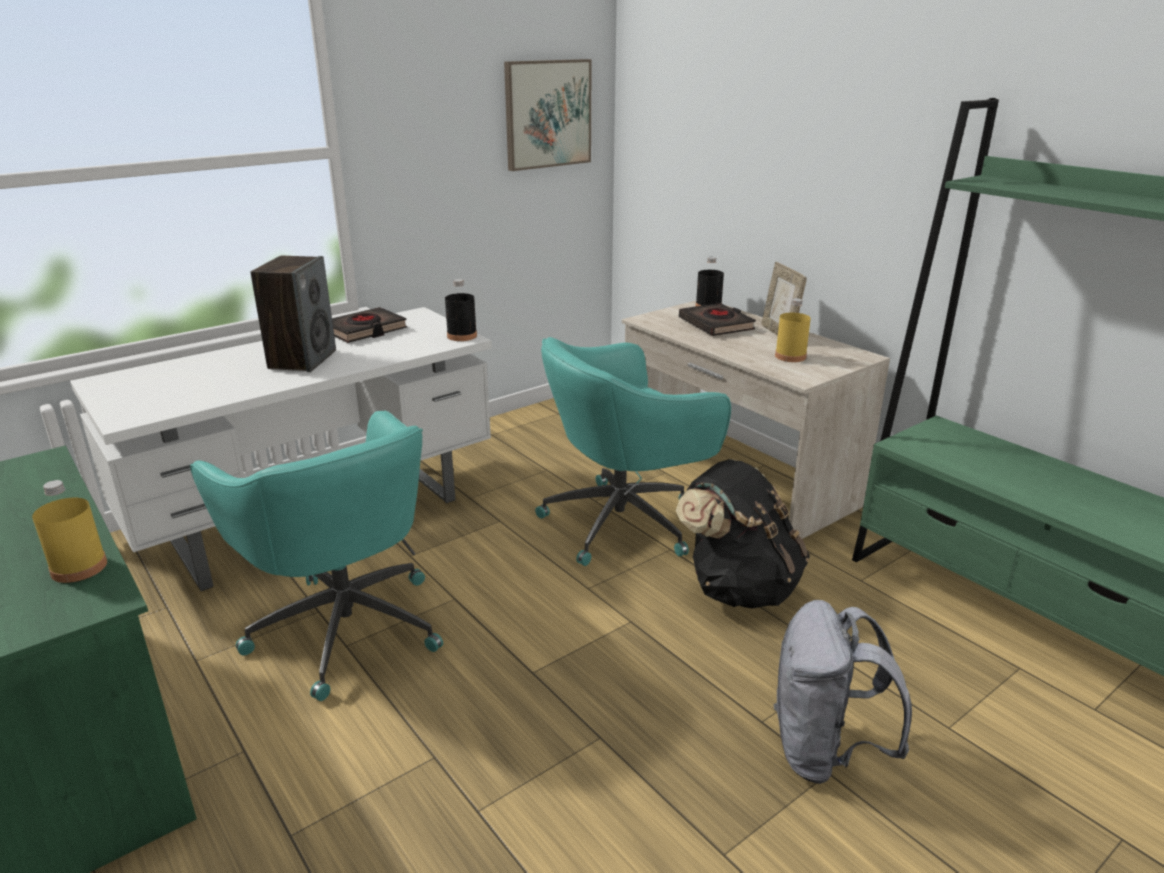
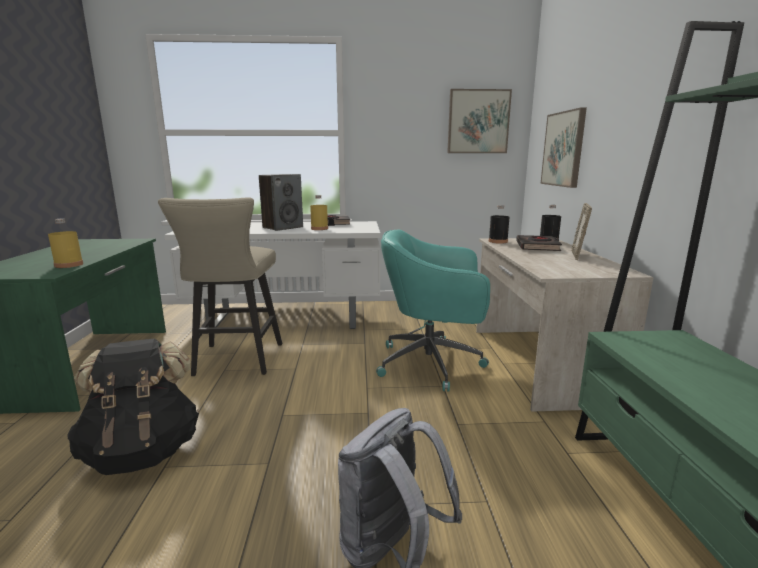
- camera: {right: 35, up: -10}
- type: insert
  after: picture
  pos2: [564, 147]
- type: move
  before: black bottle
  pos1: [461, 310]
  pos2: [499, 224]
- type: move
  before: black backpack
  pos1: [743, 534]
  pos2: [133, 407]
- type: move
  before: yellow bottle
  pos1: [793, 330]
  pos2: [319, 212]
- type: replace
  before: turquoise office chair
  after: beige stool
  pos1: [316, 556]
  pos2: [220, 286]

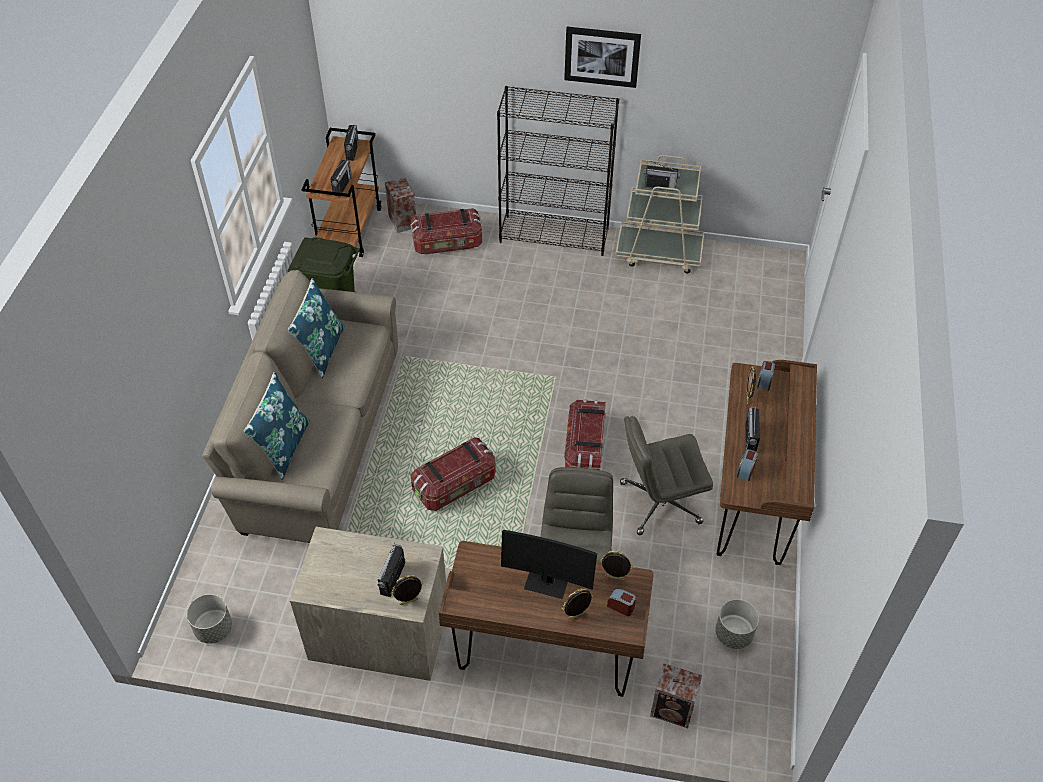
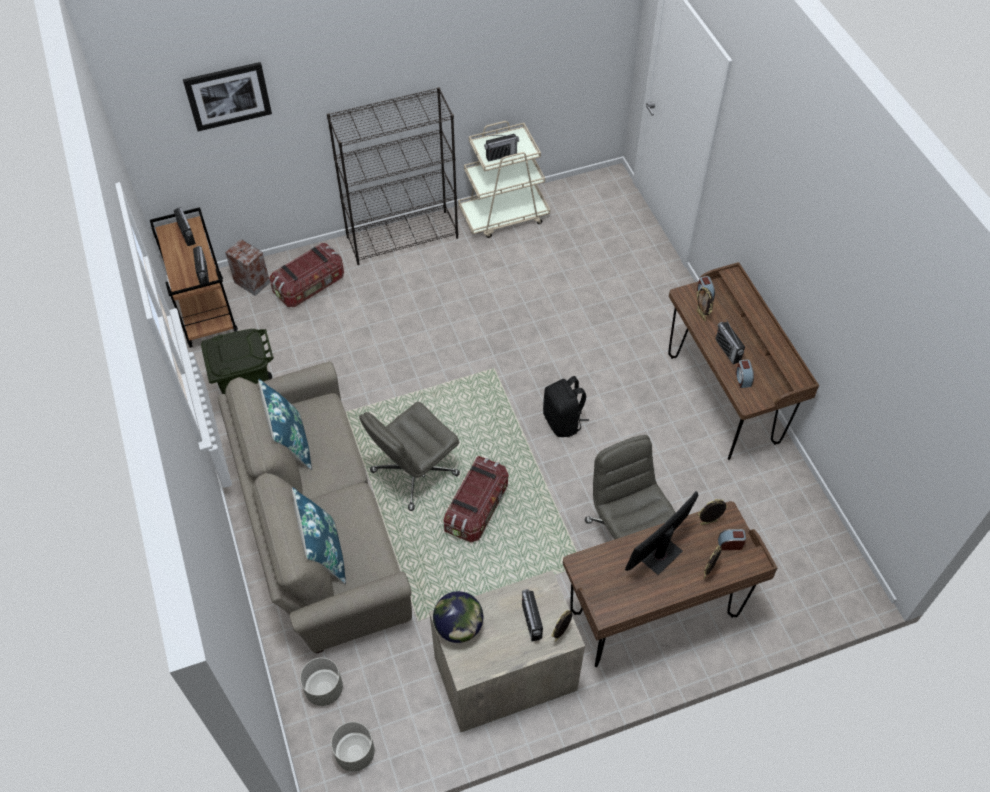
- camera: {right: -30, up: 5}
- type: delete
  before: speaker
  pos1: [676, 695]
- type: insert
  after: globe
  pos2: [458, 617]
- type: move
  before: picture
  pos1: [602, 57]
  pos2: [227, 96]
- type: move
  before: grey office chair
  pos1: [666, 475]
  pos2: [409, 456]
- type: move
  before: grey planter
  pos1: [737, 624]
  pos2: [321, 682]
- type: replace
  before: storage box
  after: black backpack
  pos1: [585, 434]
  pos2: [566, 406]
- type: rotate
  before: monitor
  pos1: [549, 564]
  pos2: [662, 533]
  turn: 150

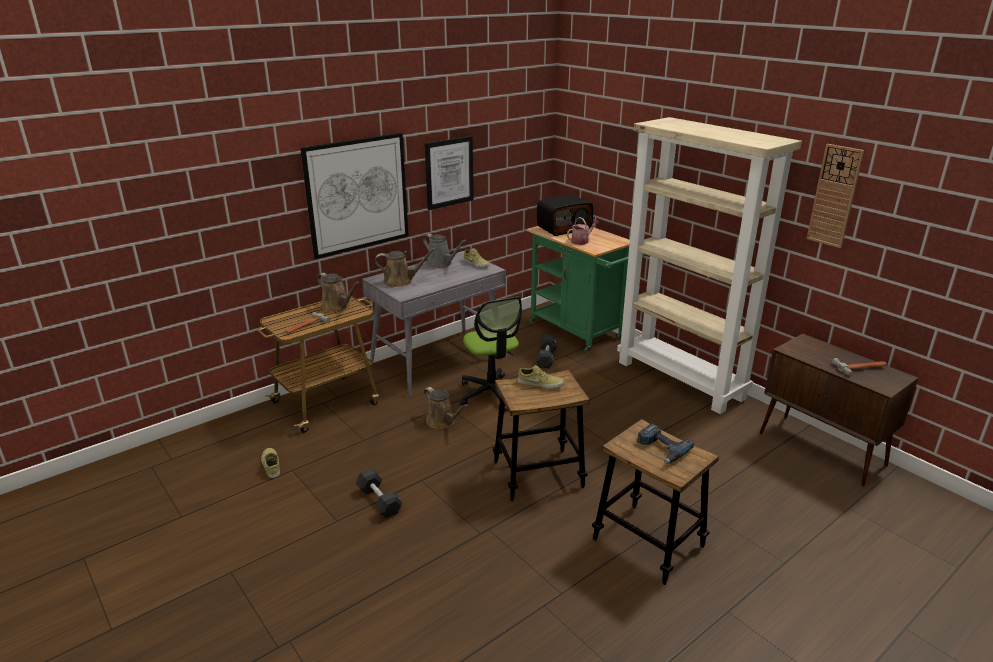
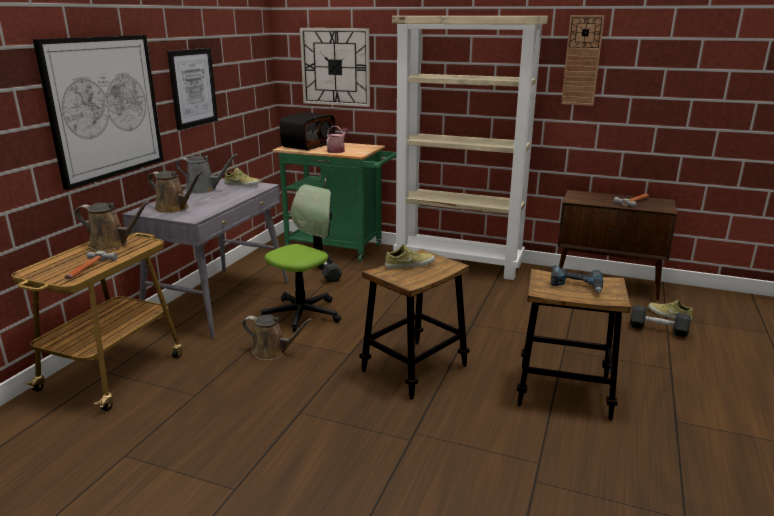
- camera: {right: -30, up: -5}
- type: insert
  after: wall clock
  pos2: [335, 67]
- type: move
  before: beige shoe
  pos1: [270, 463]
  pos2: [670, 310]
- type: move
  before: black dumbbell
  pos1: [379, 493]
  pos2: [660, 321]
- type: rotate
  before: brown watering can
  pos1: [405, 267]
  pos2: [175, 192]
  turn: 60
- type: rotate
  before: office chair
  pos1: [491, 354]
  pos2: [301, 258]
  turn: -90

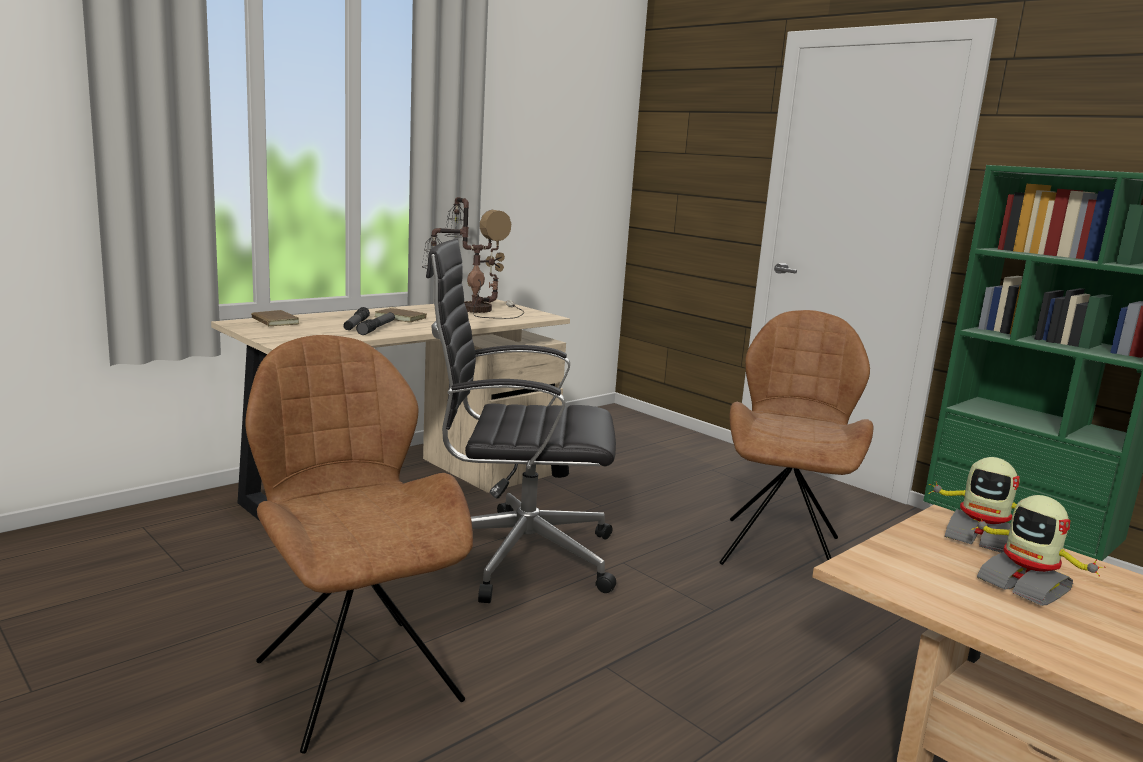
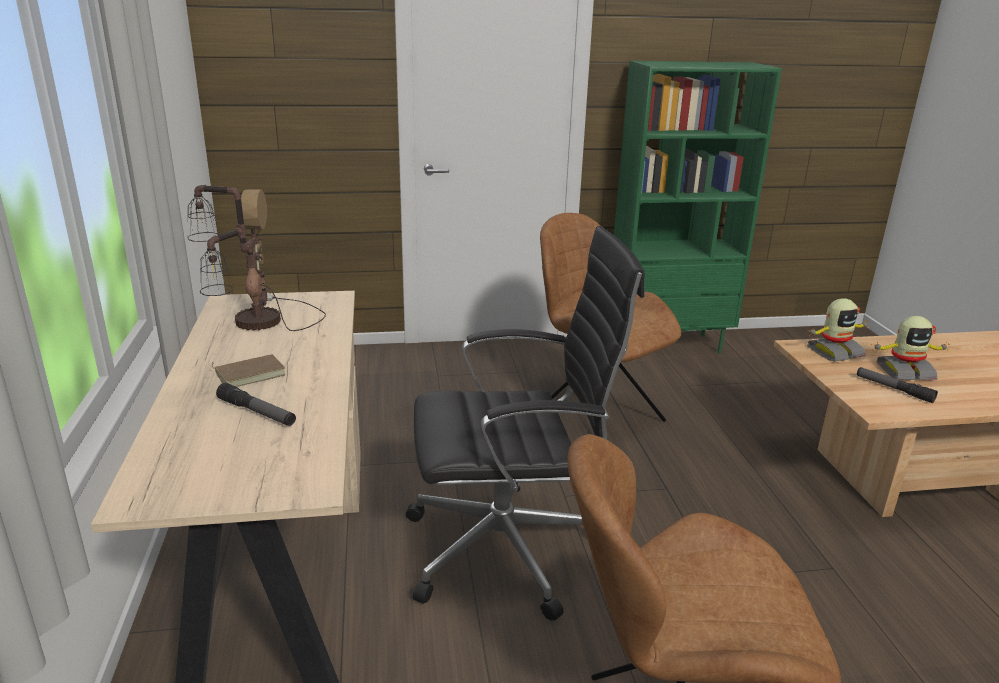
- camera: {right: -55, up: 10}
- type: delete
  before: brown book
  pos1: [275, 318]
- type: move
  before: flashlight
  pos1: [375, 323]
  pos2: [897, 385]
- type: rotate
  before: black office chair
  pos1: [521, 421]
  pos2: [525, 423]
  turn: -135

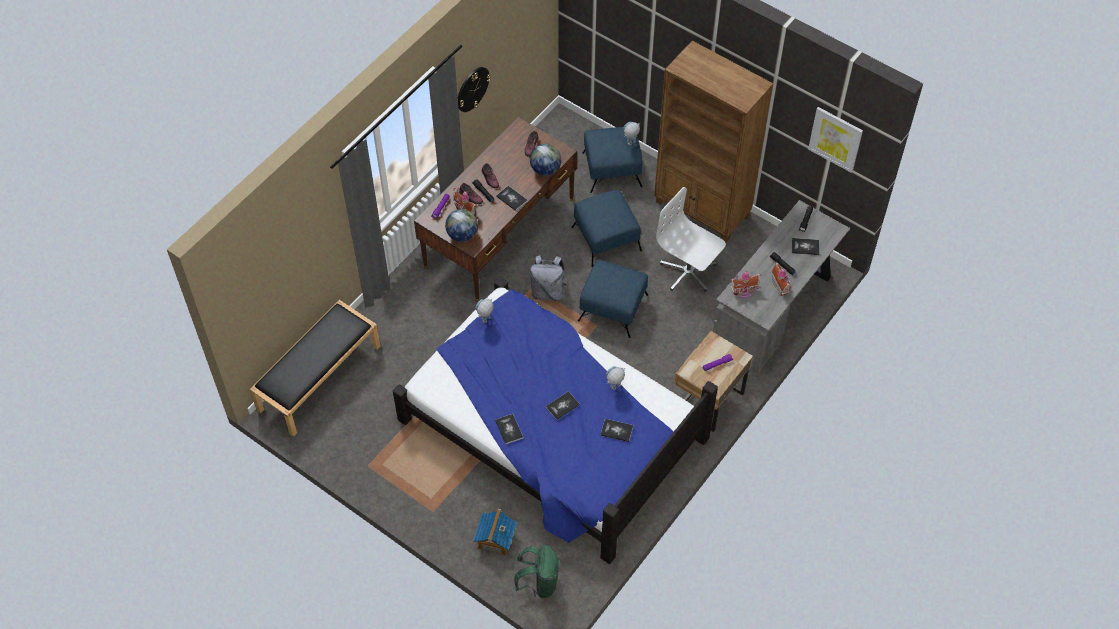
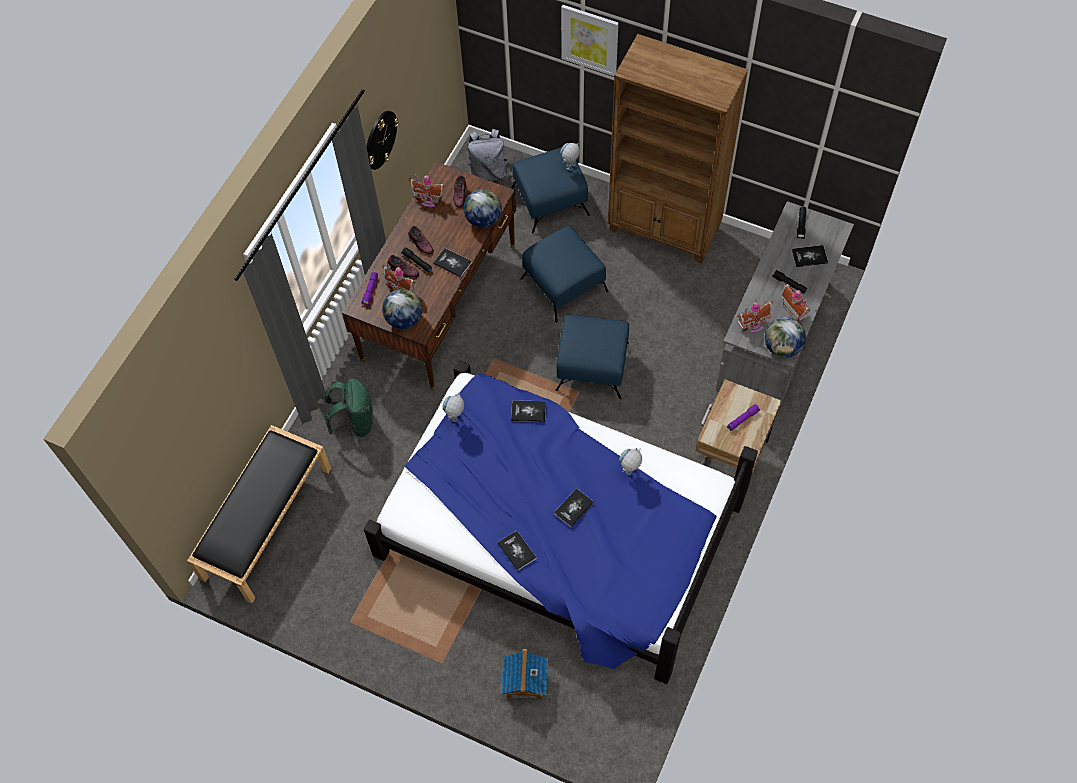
- camera: {right: -10, up: 5}
- type: delete
  before: white office chair
  pos1: [691, 239]
- type: insert
  after: toy house
  pos2: [427, 190]
- type: insert
  after: globe
  pos2: [785, 337]
- type: move
  before: green backpack
  pos1: [537, 571]
  pos2: [349, 407]
- type: move
  before: grey backpack
  pos1: [547, 278]
  pos2: [487, 155]
- type: move
  before: book
  pos1: [616, 430]
  pos2: [528, 411]
- type: move
  before: picture
  pos1: [835, 139]
  pos2: [590, 40]

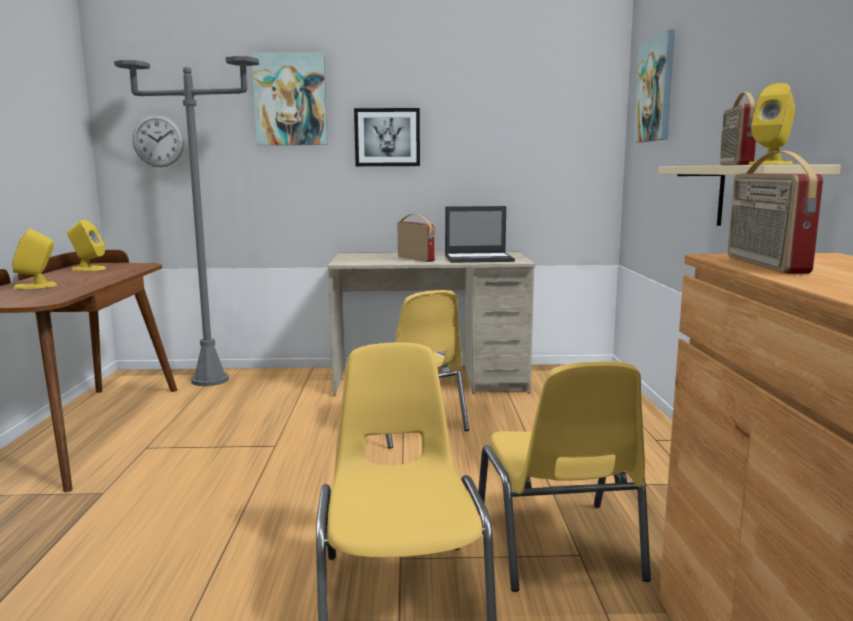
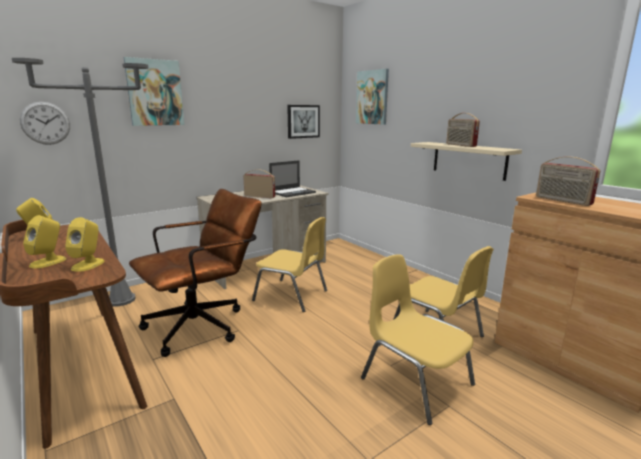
- camera: {right: -35, up: 5}
- type: insert
  after: brown office chair
  pos2: [195, 273]
- type: move
  before: picture
  pos1: [387, 137]
  pos2: [303, 122]
- type: move
  before: yellow speaker
  pos1: [771, 124]
  pos2: [85, 244]

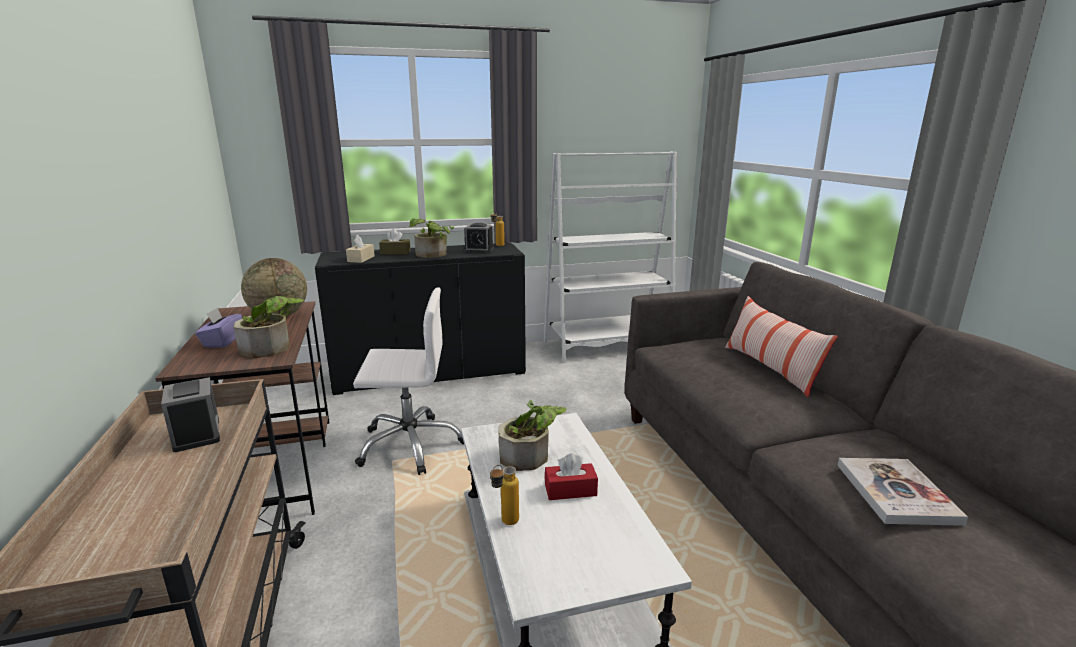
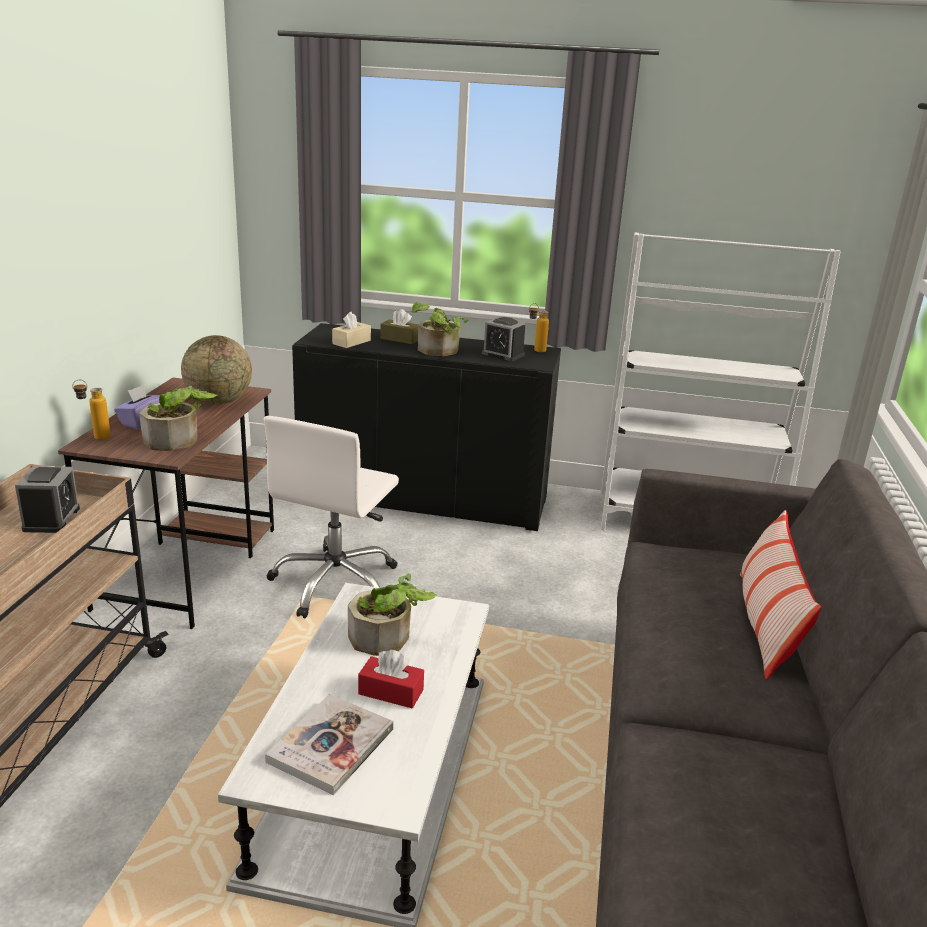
- camera: {right: 25, up: 5}
- type: move
  before: bottle
  pos1: [504, 495]
  pos2: [91, 409]
- type: move
  before: book
  pos1: [902, 492]
  pos2: [329, 744]
- type: rotate
  before: white office chair
  pos1: [408, 381]
  pos2: [331, 517]
  turn: 90

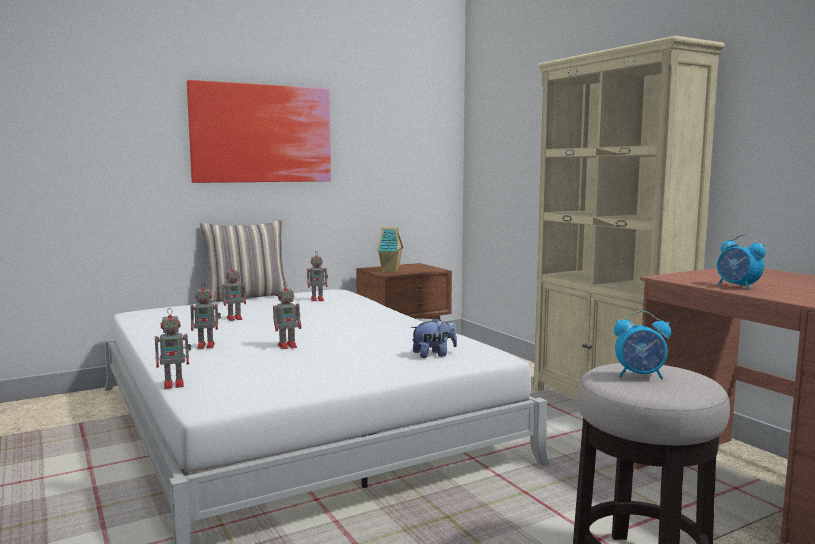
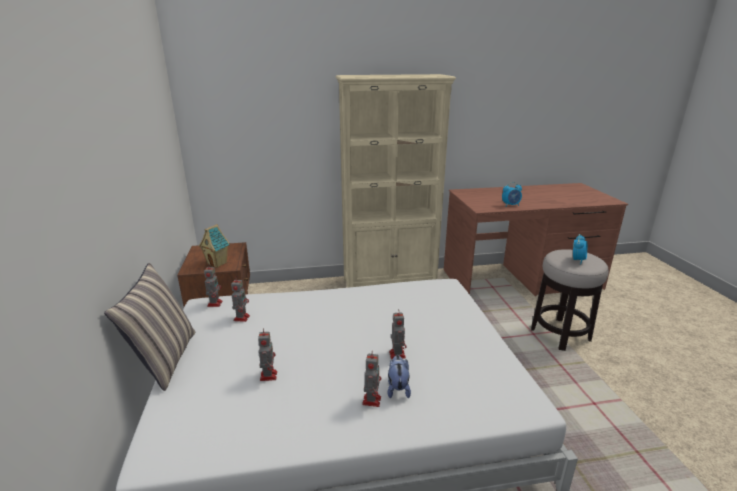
- camera: {right: -70, up: 15}
- type: delete
  before: picture
  pos1: [259, 131]
- type: move
  before: toy robot
  pos1: [173, 348]
  pos2: [213, 287]
- type: move
  before: plush toy
  pos1: [434, 338]
  pos2: [399, 376]

